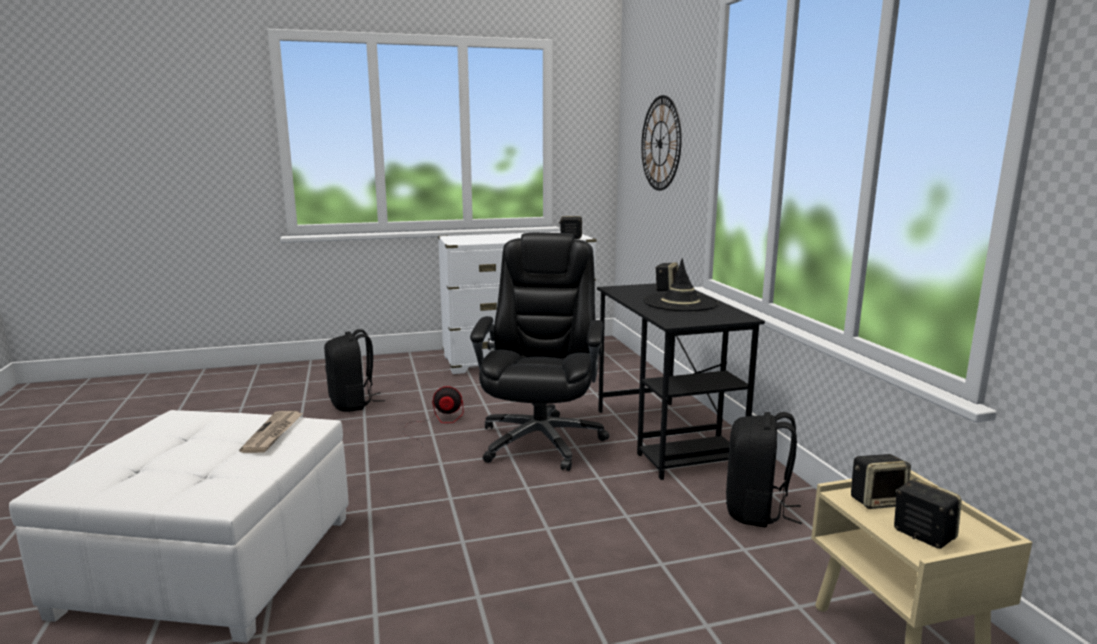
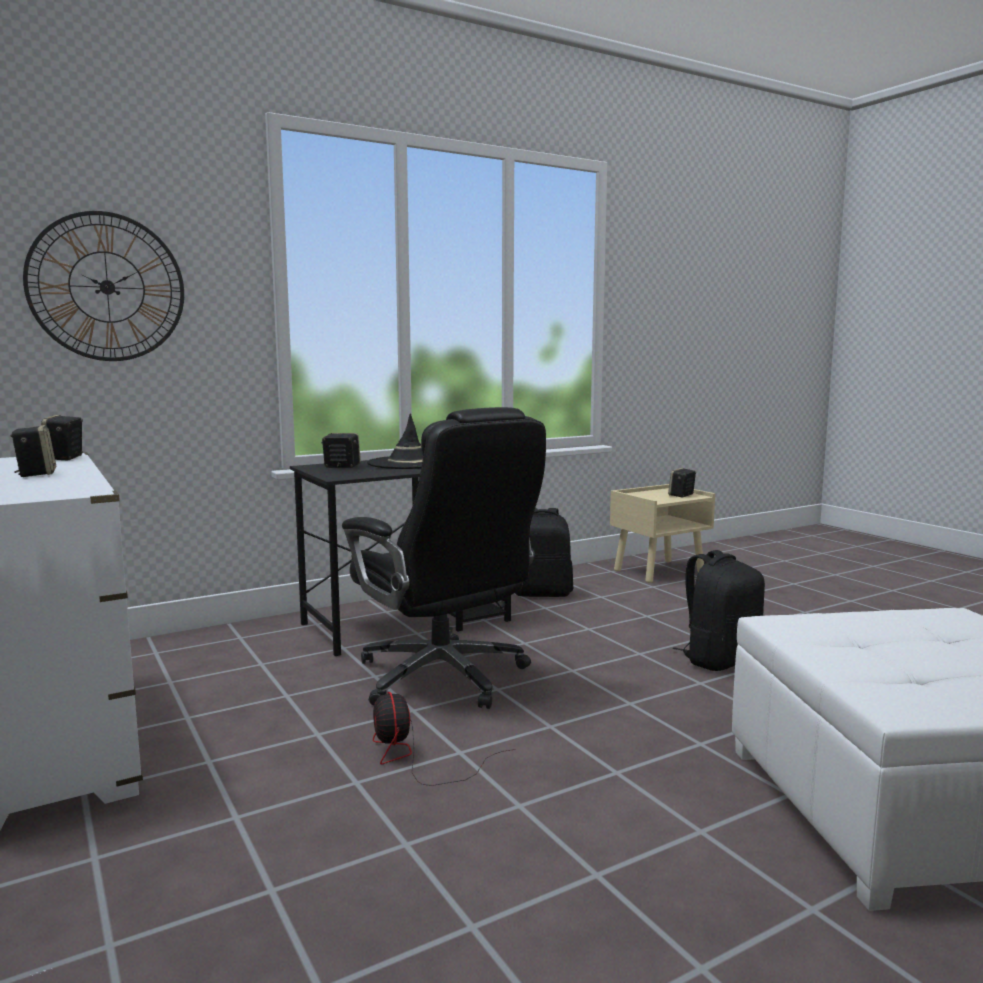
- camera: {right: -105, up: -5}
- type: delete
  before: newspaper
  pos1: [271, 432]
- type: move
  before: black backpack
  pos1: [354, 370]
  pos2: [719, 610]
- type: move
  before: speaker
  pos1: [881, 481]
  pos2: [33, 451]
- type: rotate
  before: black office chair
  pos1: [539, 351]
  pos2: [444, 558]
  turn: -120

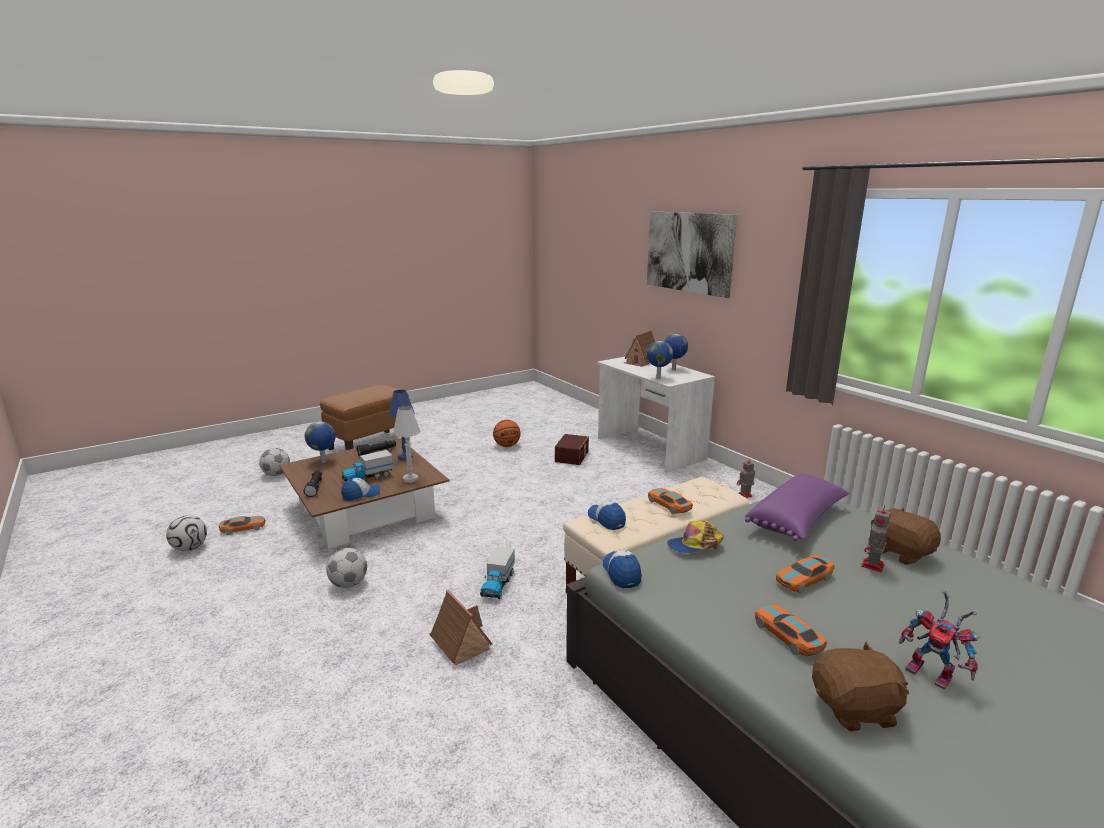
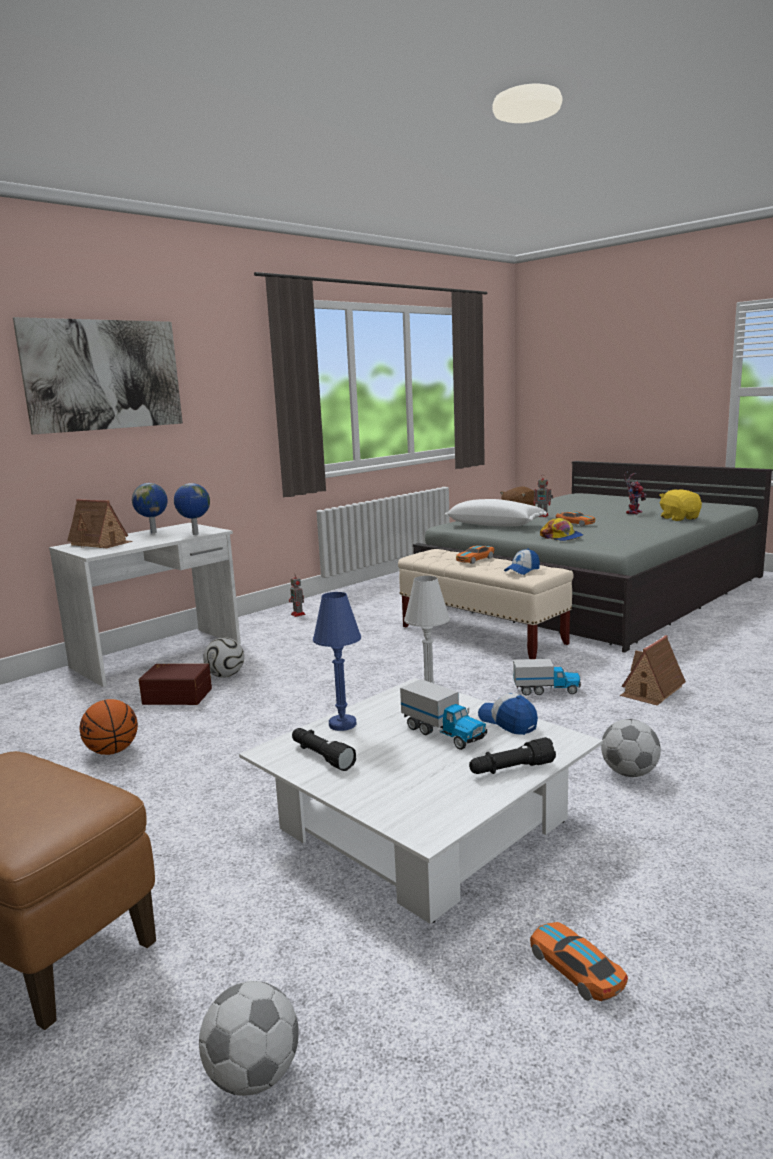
- camera: {right: -100, up: -5}
- type: delete
  before: globe
  pos1: [320, 442]
- type: delete
  before: cap
  pos1: [622, 569]
- type: delete
  before: toy car
  pos1: [791, 630]
- type: move
  before: football
  pos1: [186, 533]
  pos2: [223, 657]
- type: recolor
  before: brown coffee table
  after: white coffee table
  pos1: [364, 494]
  pos2: [421, 801]
- type: recolor
  before: purple pillow
  after: white pillow
  pos1: [797, 507]
  pos2: [496, 512]
- type: recolor
  before: brown plush toy
  after: yellow plush toy
  pos1: [860, 686]
  pos2: [680, 505]

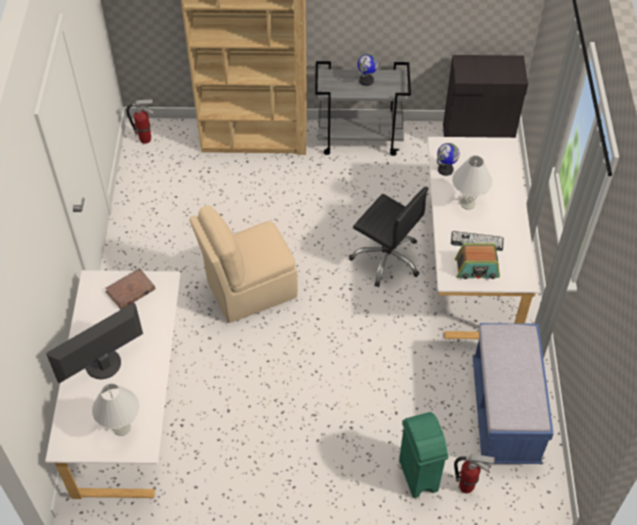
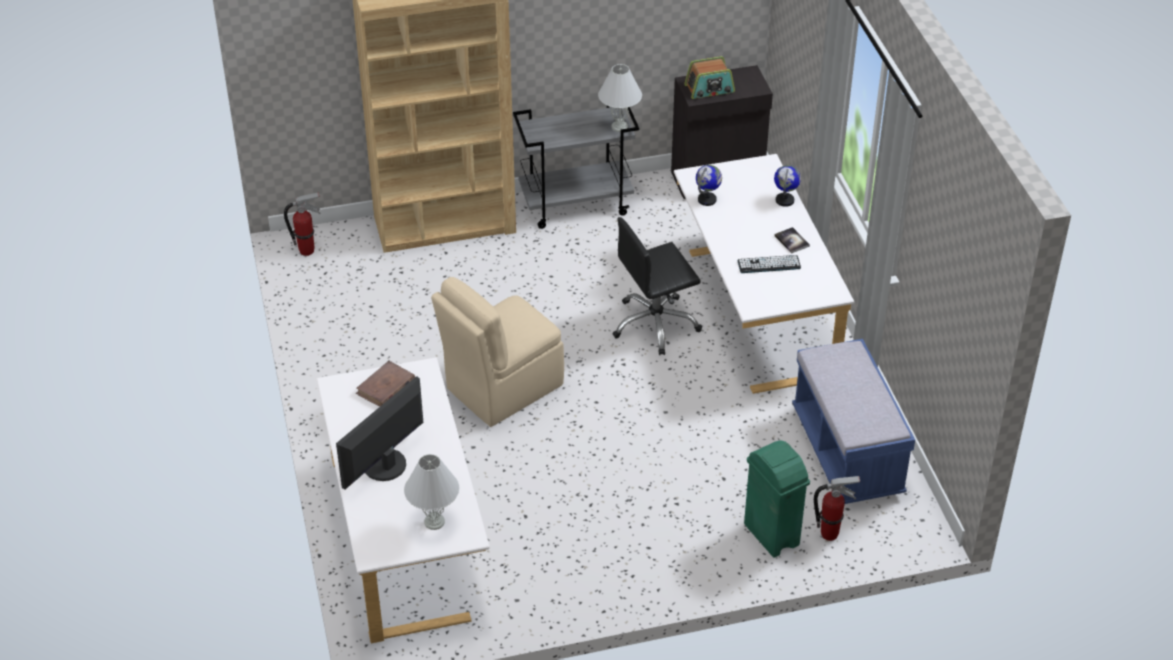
- camera: {right: -15, up: -10}
- type: insert
  after: book
  pos2: [792, 240]
- type: move
  before: globe
  pos1: [367, 70]
  pos2: [787, 186]
- type: move
  before: white table lamp
  pos1: [472, 182]
  pos2: [620, 98]
- type: move
  before: radio
  pos1: [477, 261]
  pos2: [709, 77]
- type: rotate
  before: black office chair
  pos1: [389, 237]
  pos2: [657, 286]
  turn: 135

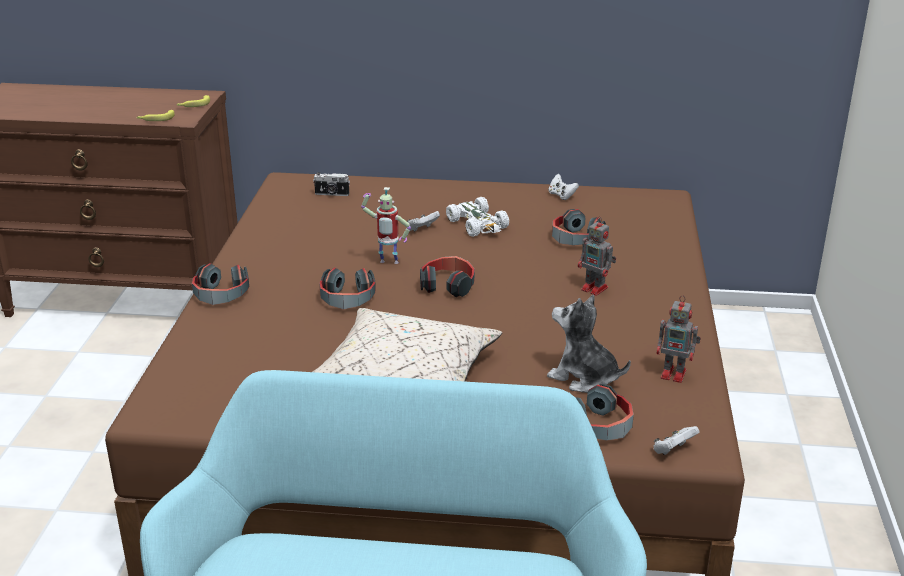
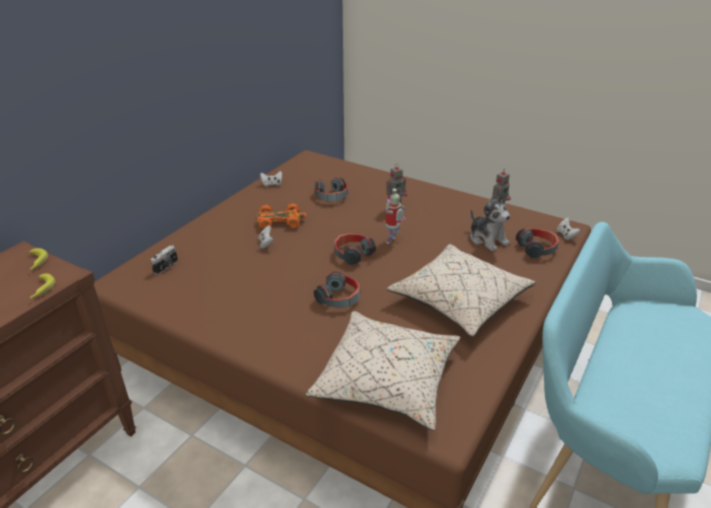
- camera: {right: -65, up: 5}
- type: delete
  before: headphones
  pos1: [220, 284]
- type: insert
  after: beige pillow
  pos2: [383, 371]
- type: move
  before: toy robot
  pos1: [386, 225]
  pos2: [395, 216]
- type: recolor
  before: white toy car
  after: orange toy car
  pos1: [477, 217]
  pos2: [281, 216]
- type: rotate
  before: plush toy
  pos1: [589, 343]
  pos2: [490, 222]
  turn: -90

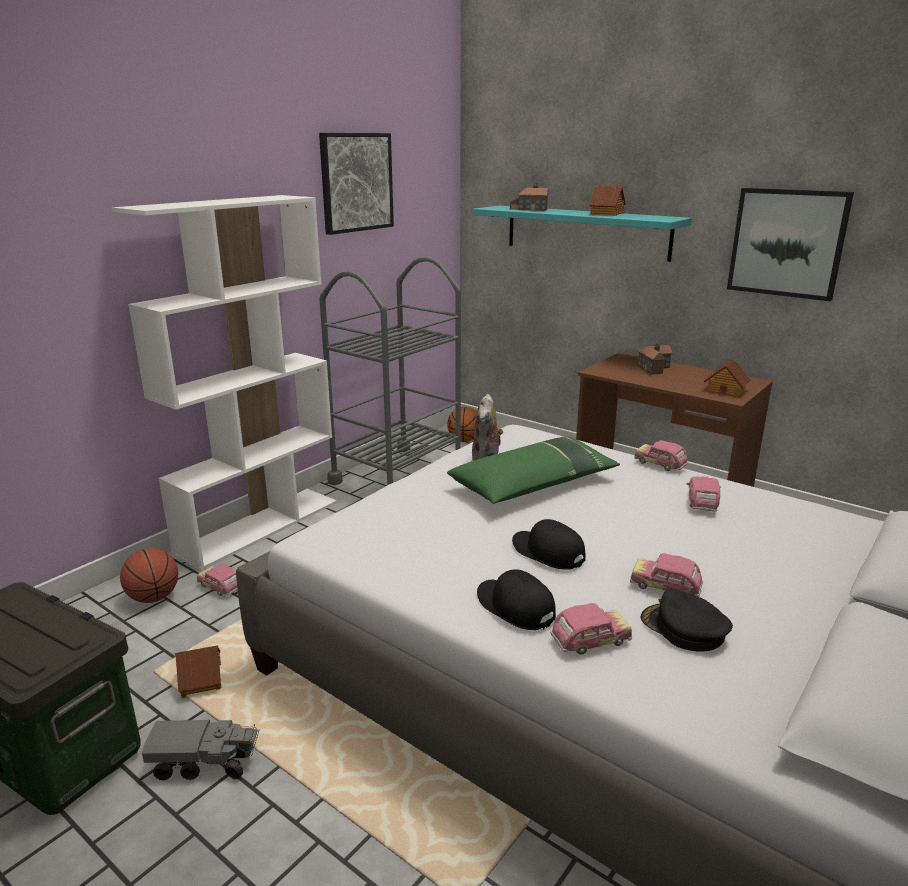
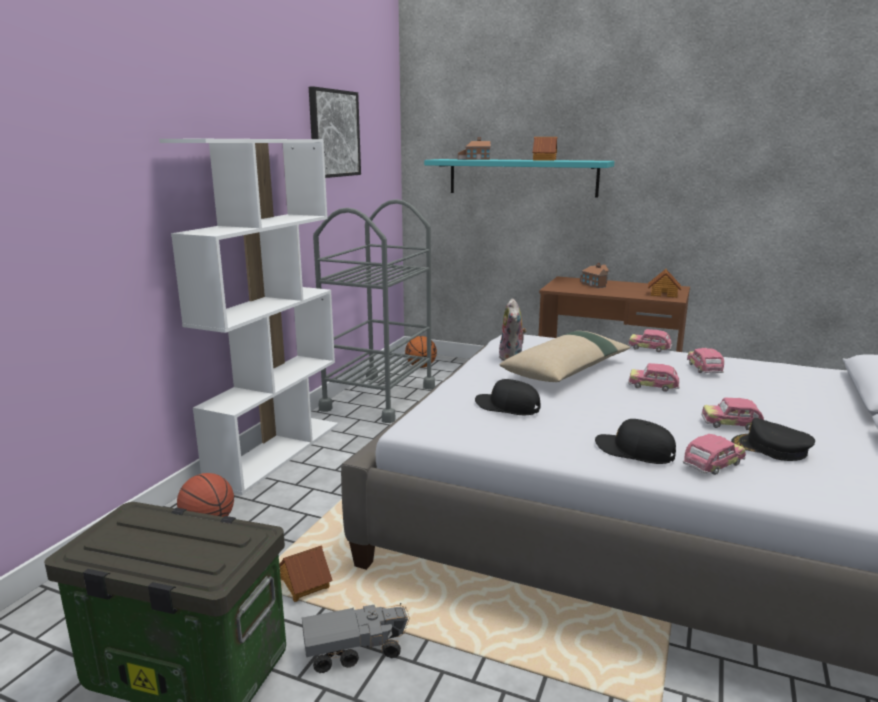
- camera: {right: -15, up: -5}
- type: delete
  before: picture
  pos1: [790, 244]
- type: move
  before: toy car
  pos1: [217, 580]
  pos2: [654, 377]
- type: move
  before: black cap
  pos1: [548, 544]
  pos2: [508, 397]
- type: recolor
  before: green pillow
  after: beige pillow
  pos1: [533, 470]
  pos2: [564, 356]

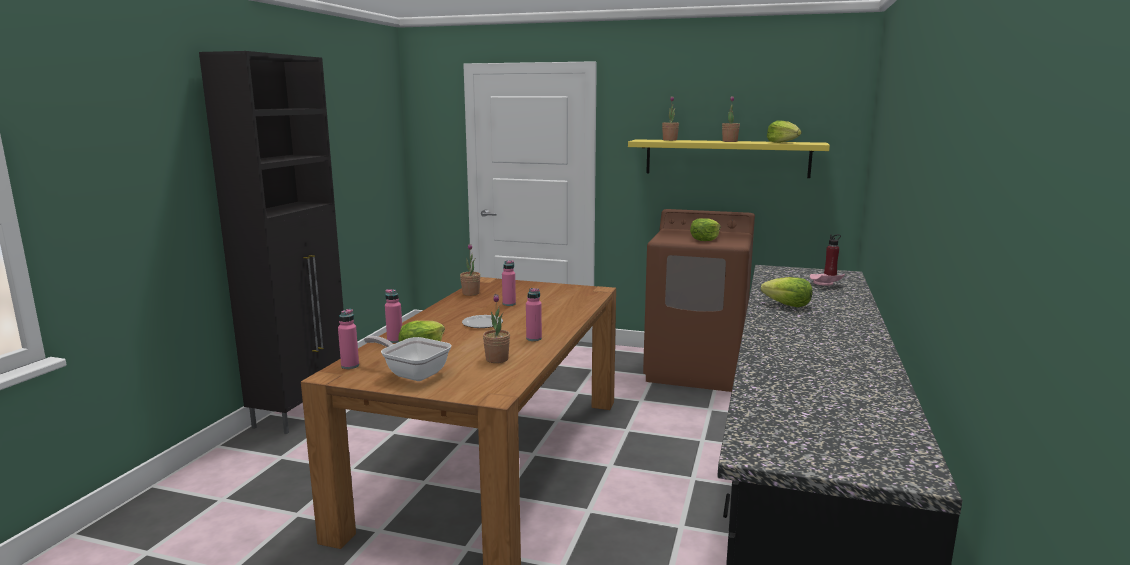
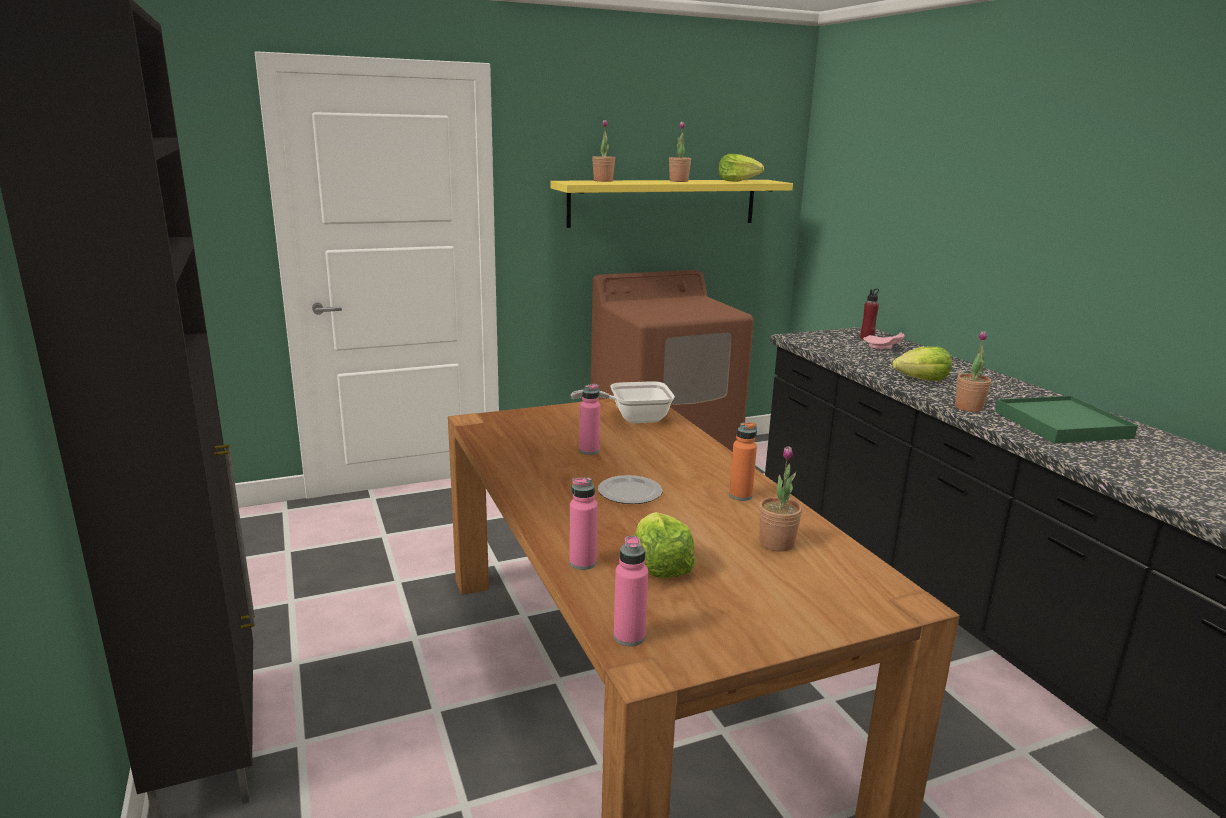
- camera: {right: -40, up: 5}
- type: delete
  before: lettuce
  pos1: [705, 229]
- type: insert
  after: green tray
  pos2: [1066, 419]
- type: move
  before: frying pan
  pos1: [407, 358]
  pos2: [623, 402]
- type: move
  before: potted plant
  pos1: [470, 270]
  pos2: [973, 371]
- type: recolor
  before: pink bottle
  after: orange bottle
  pos1: [534, 314]
  pos2: [743, 461]

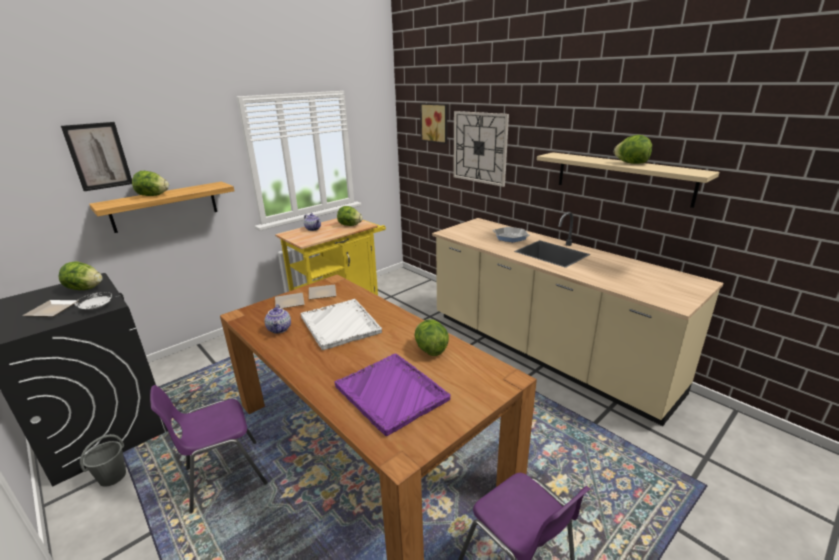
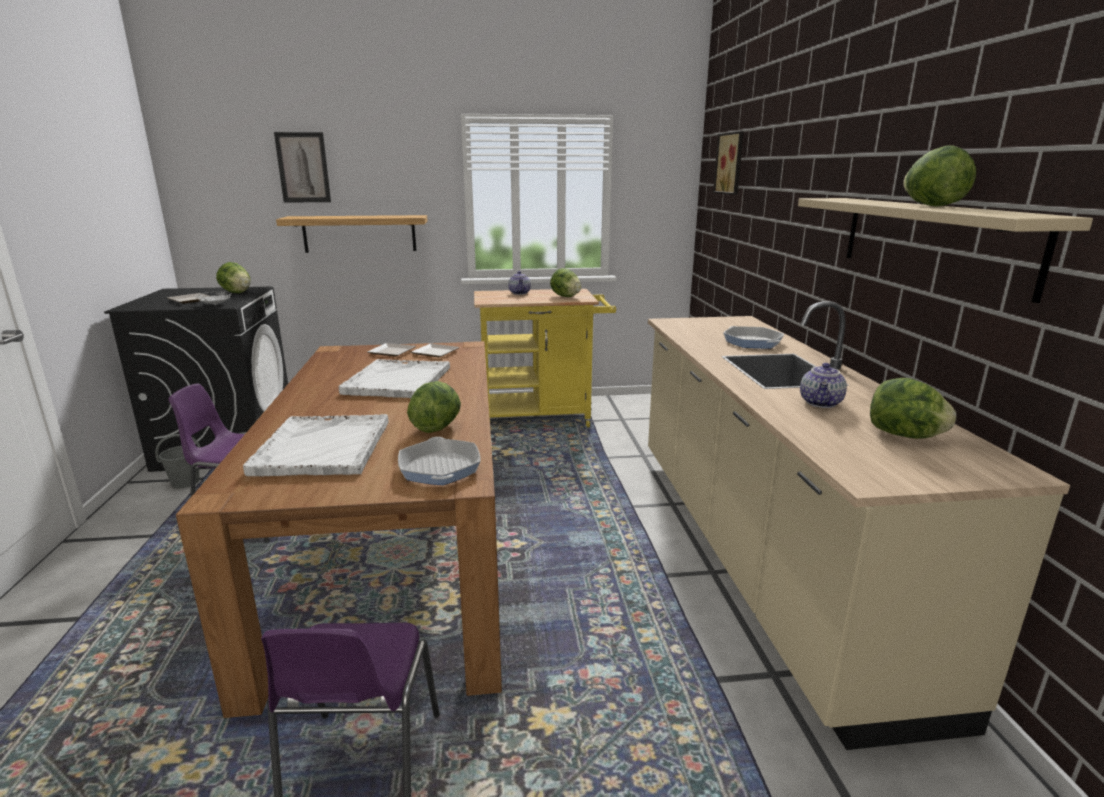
- camera: {right: 35, up: -5}
- type: delete
  before: wall clock
  pos1: [481, 149]
- type: insert
  after: frying pan
  pos2: [439, 461]
- type: move
  before: lettuce
  pos1: [150, 183]
  pos2: [913, 408]
- type: move
  before: teapot
  pos1: [278, 319]
  pos2: [823, 385]
- type: recolor
  before: purple tray
  after: white tray
  pos1: [392, 394]
  pos2: [316, 445]

